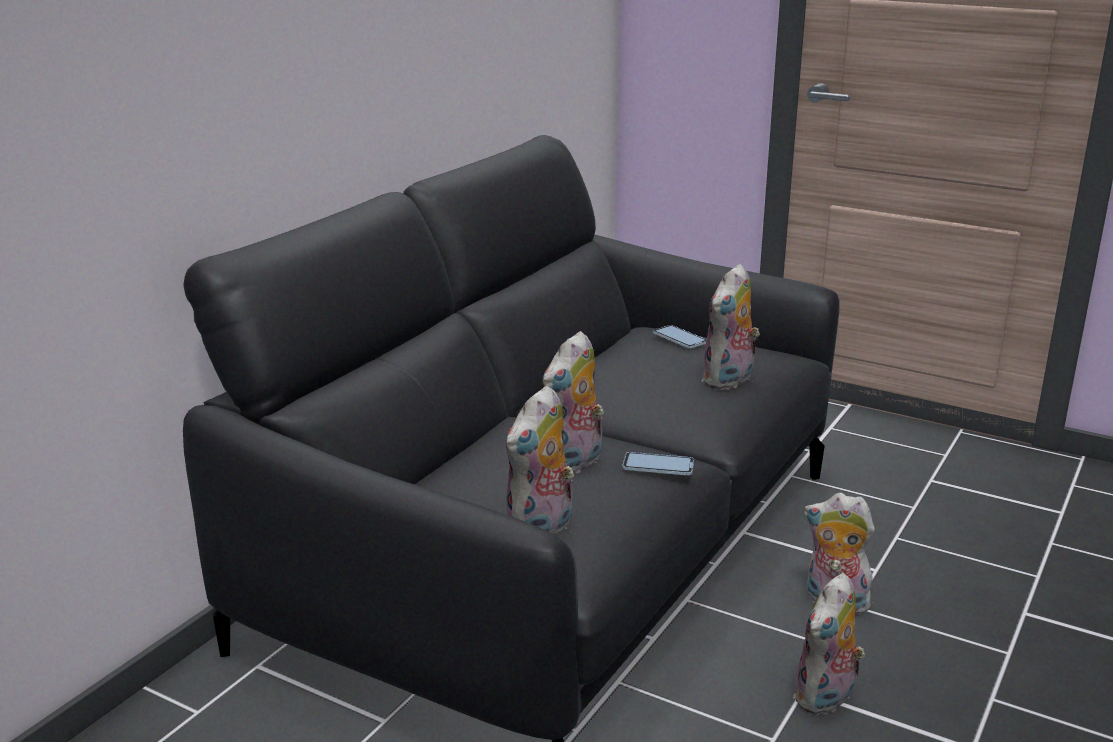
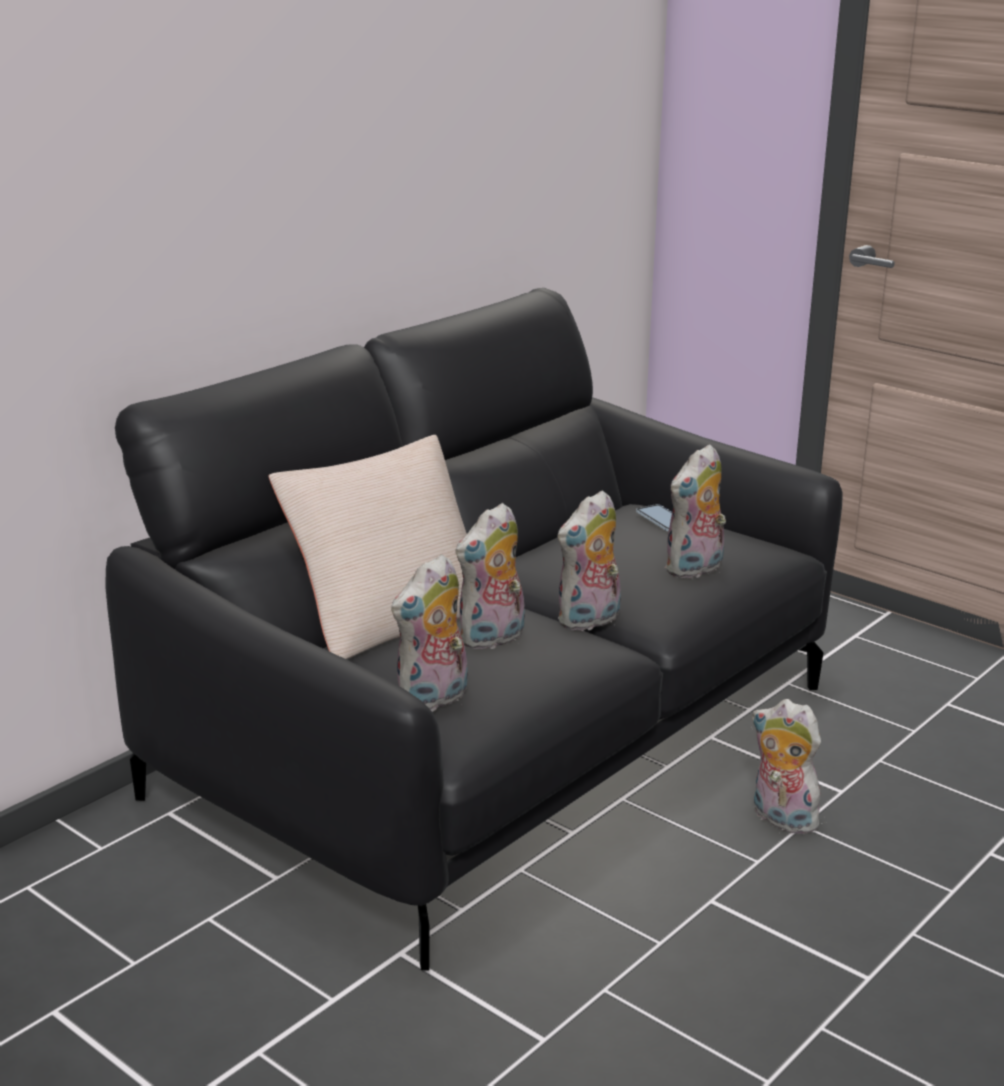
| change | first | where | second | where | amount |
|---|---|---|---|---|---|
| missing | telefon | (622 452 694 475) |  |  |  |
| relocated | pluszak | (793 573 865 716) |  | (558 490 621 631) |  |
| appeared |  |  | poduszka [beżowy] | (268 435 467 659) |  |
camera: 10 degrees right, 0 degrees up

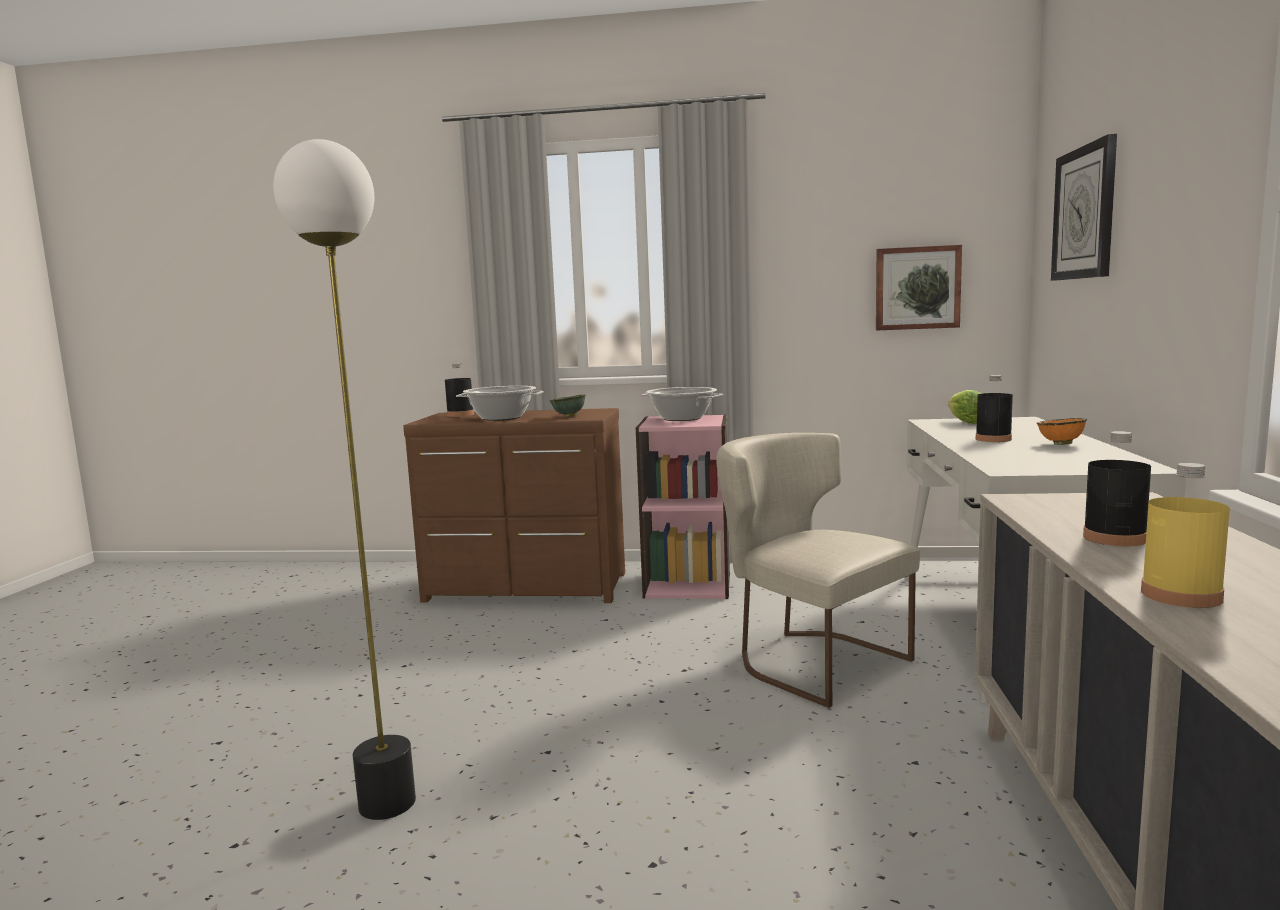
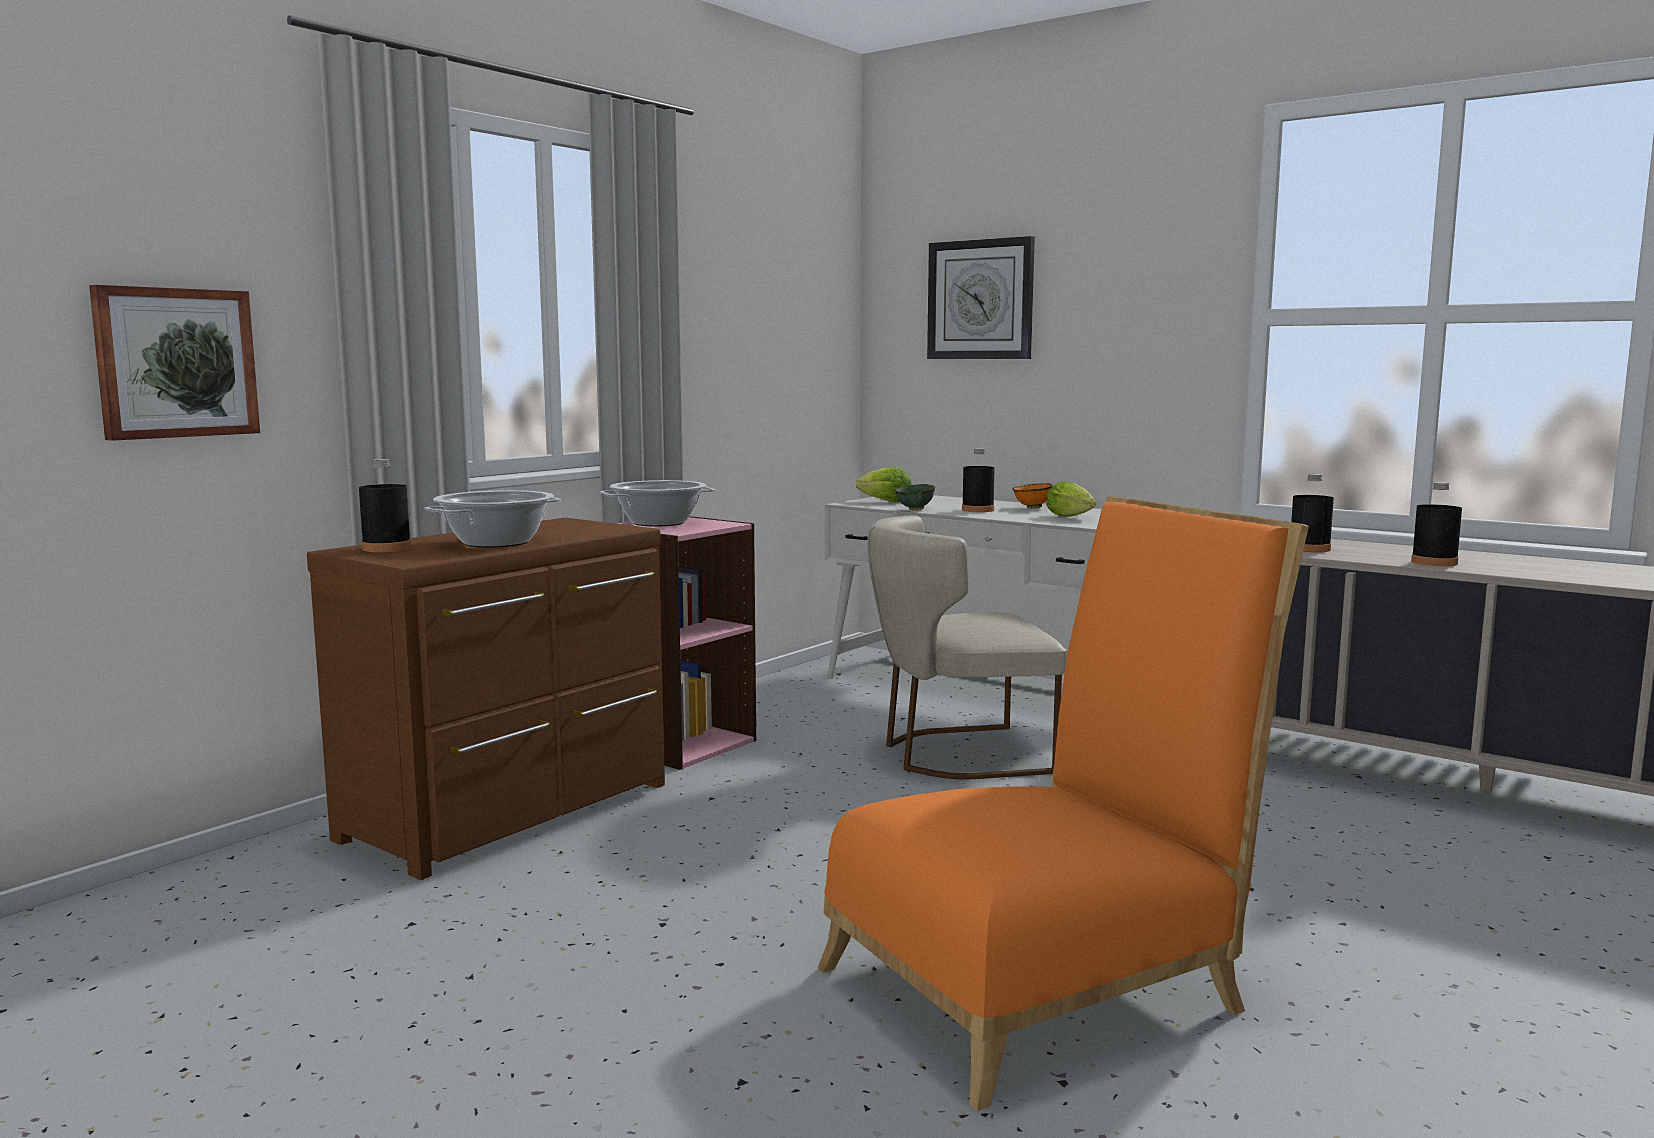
| change | first | where | second | where | amount |
|---|---|---|---|---|---|
| exchanged | lampa stojąca | (273 139 416 820) | krzesło [pomarańczowy] | (818 496 1309 1111) |  |
| relocated | obraz | (876 245 962 330) |  | (89 285 260 441) |  |
| relocated | miska [zielony] | (549 395 585 417) |  | (894 484 935 511) |  |
| colour | butelka [żółty] | (1141 463 1230 608) | butelka [czarny] | (1411 482 1462 566) |  |
| appeared |  |  | sałata | (1046 481 1096 517) |  |
camera: 60 degrees left, 0 degrees up

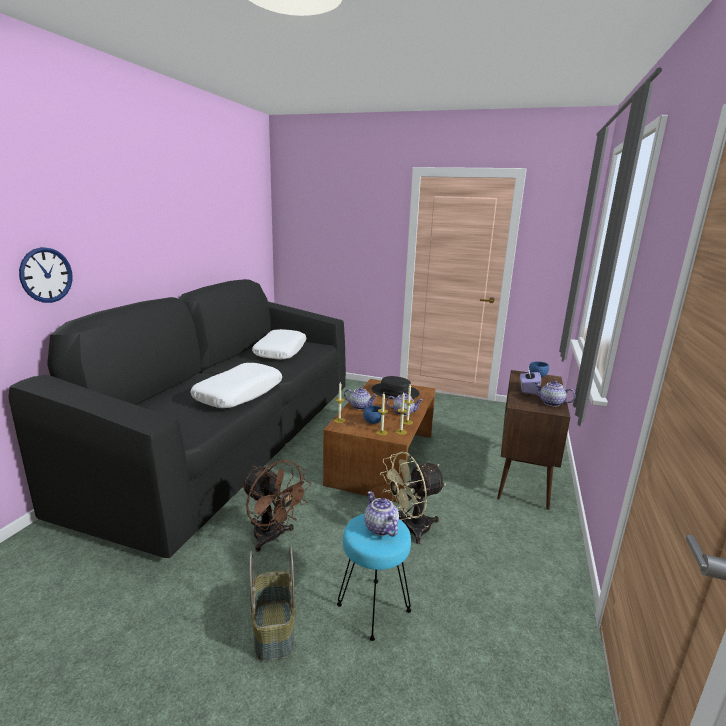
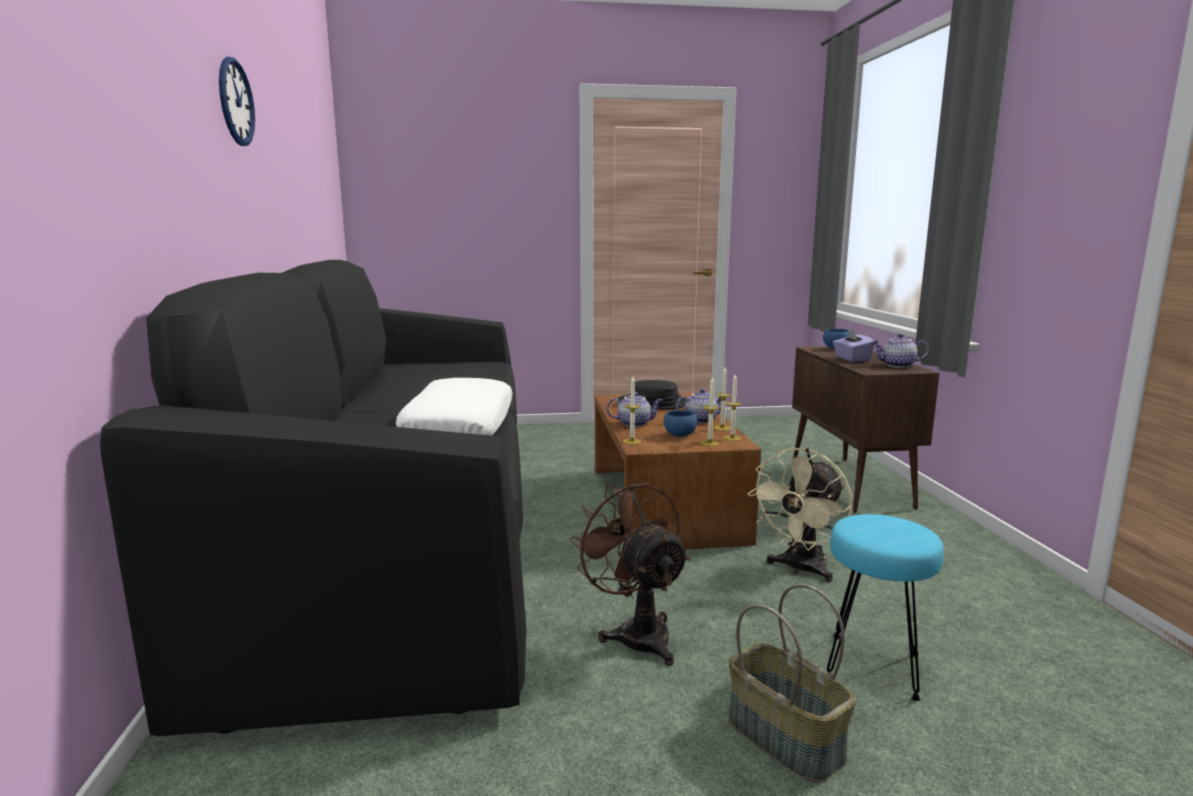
| change | first | where | second | where | amount |
|---|---|---|---|---|---|
| relocated | zegar ścienny | (19 247 73 303) |  | (219 57 255 146) |  |
| missing | poduszka [biały] | (252 329 306 360) |  |  |  |
| spun | wentylator [brązowy] | (241 460 311 552) |  | (569 479 690 666) | 135 degrees counterclockwise |
| missing | imbryk | (364 491 399 537) |  |  |  |
camera: 25 degrees left, 5 degrees down

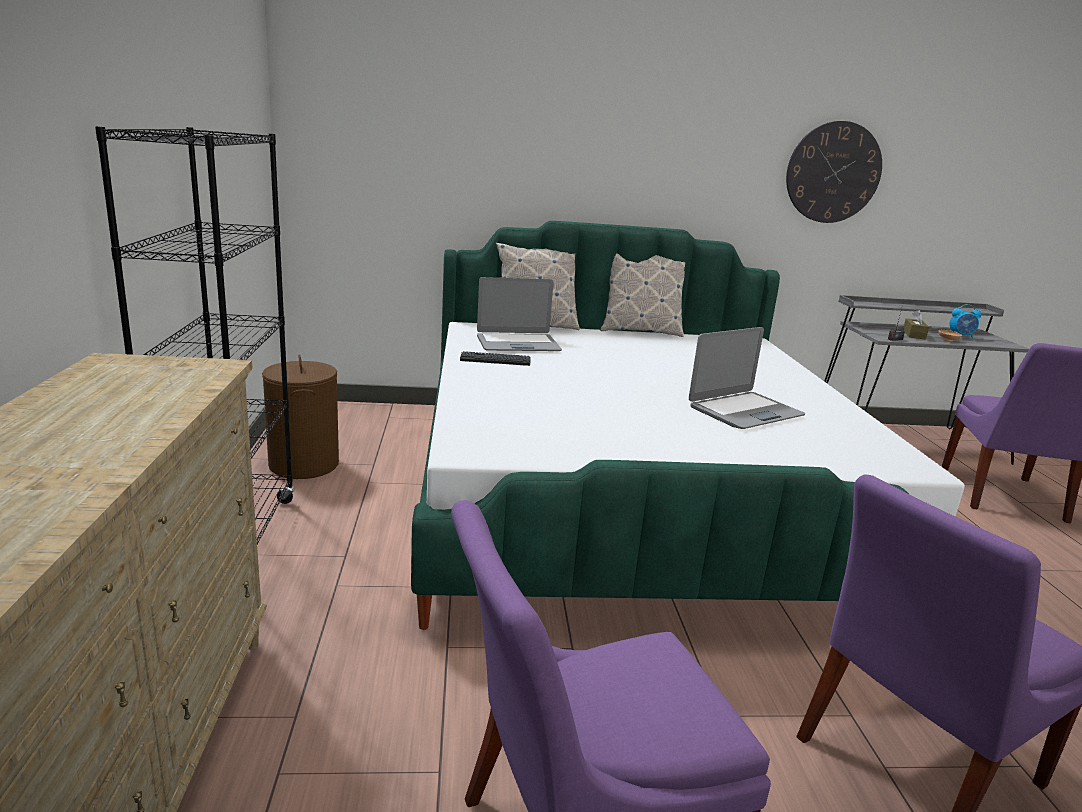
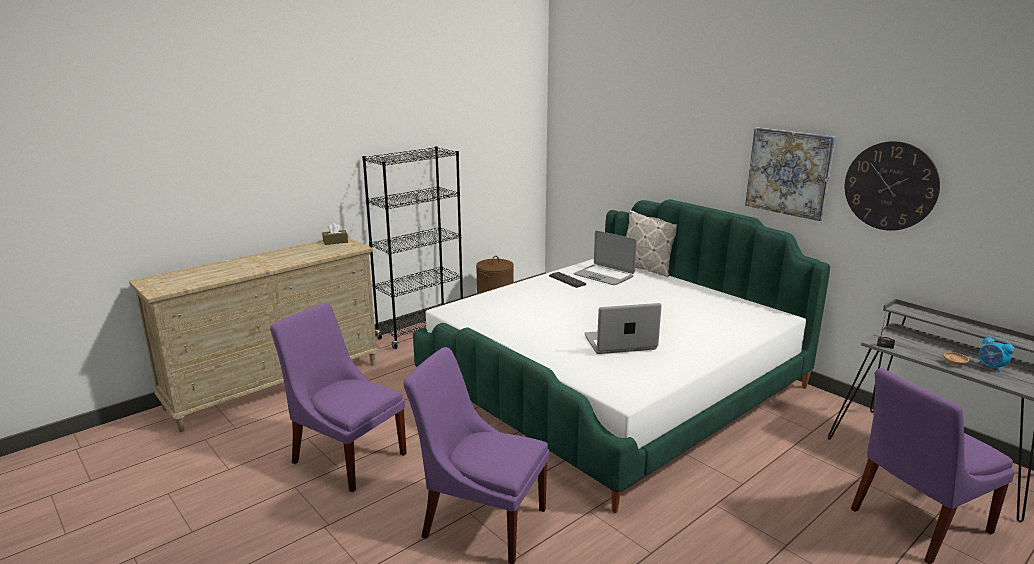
| change | first | where | second | where | amount |
|---|---|---|---|---|---|
| missing | poduszka | (600 253 685 337) |  |  |  |
| relocated | pudełko chusteczek [brązowy] | (903 310 929 340) |  | (322 223 348 245) |  |
| spun | laptop | (689 327 805 429) |  | (584 303 662 354) | 150 degrees clockwise |
| appeared |  |  | obraz | (745 127 836 221) |  |
camera: 55 degrees right, 0 degrees up

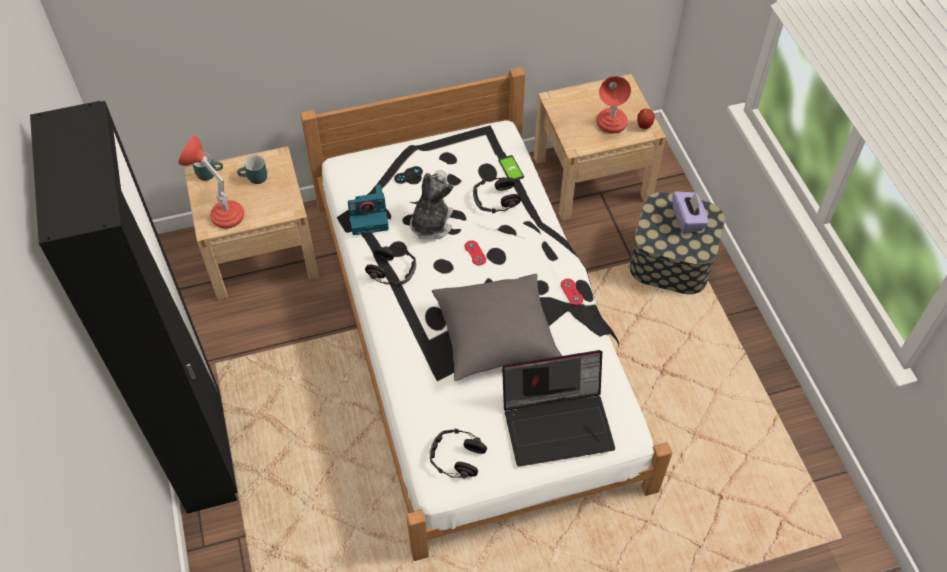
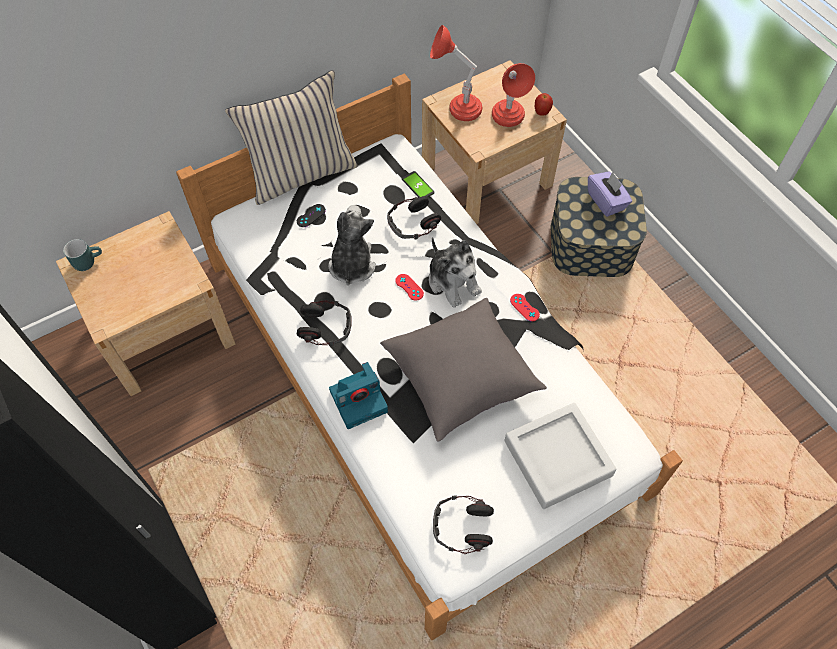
| change | first | where | second | where | amount |
|---|---|---|---|---|---|
| relocated | lampa stołowa [czerwony] | (178 135 244 229) |  | (430 25 482 121) |  |
| missing | kubek [turkusowy] | (237 156 267 184) |  |  |  |
| relocated | aparat fotograficzny | (348 184 389 235) |  | (329 362 388 429) |  |
| exchanged | laptop | (502 350 615 467) | taca [szary] | (504 403 616 509) |  |
| appeared |  |  | poduszka [beżowy] | (225 70 358 205) |  |
| appeared |  |  | pluszak | (429 237 482 308) |  |
camera: 15 degrees left, 5 degrees up

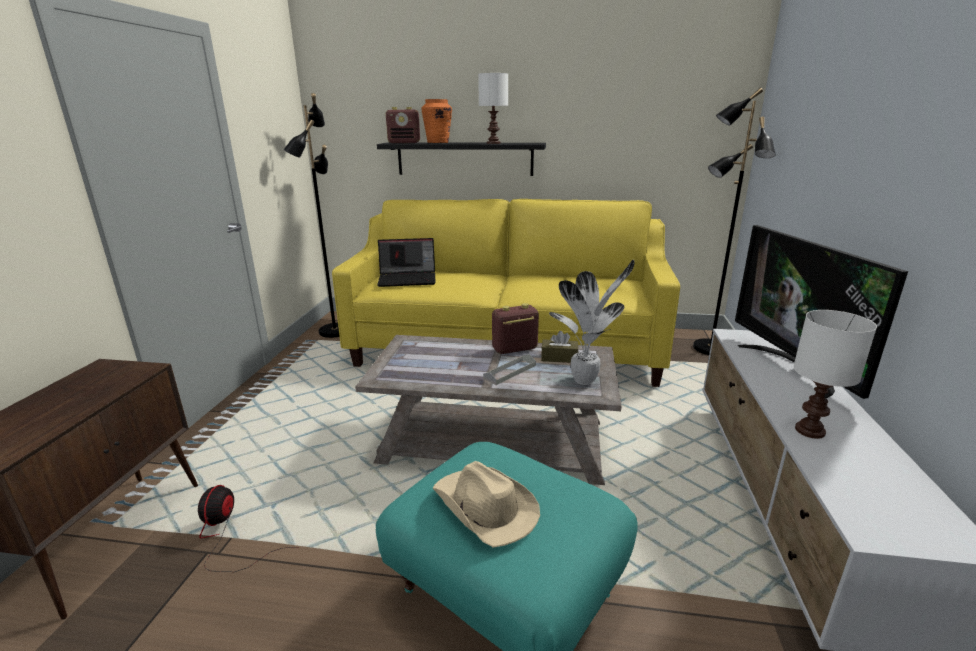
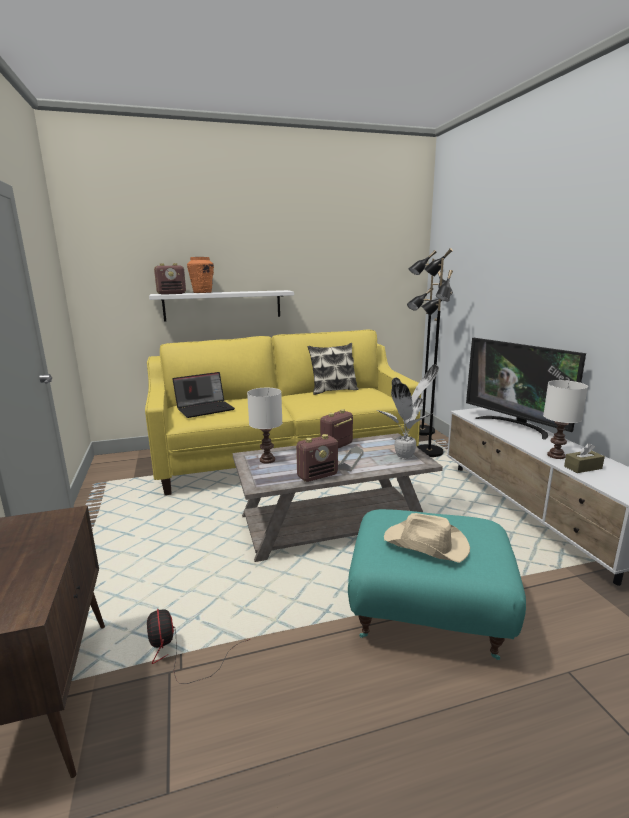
| change | first | where | second | where | amount |
|---|---|---|---|---|---|
| relocated | lampa stołowa [biały] | (478 73 508 144) |  | (247 388 282 464) |  |
| relocated | lampa stojąca [czarny] | (284 93 340 338) |  | (417 248 453 457) |  |
| colour | półka [czarny] | (377 143 546 176) | półka [biały] | (149 290 294 322) |  |
| relocated | pudełko chusteczek [brązowy] | (541 331 578 363) |  | (564 443 605 473) |  |
| appeared |  |  | poduszka | (308 343 359 395) |  |
| appeared |  |  | radio | (296 434 338 482) |  |
camera: 25 degrees left, 5 degrees down

